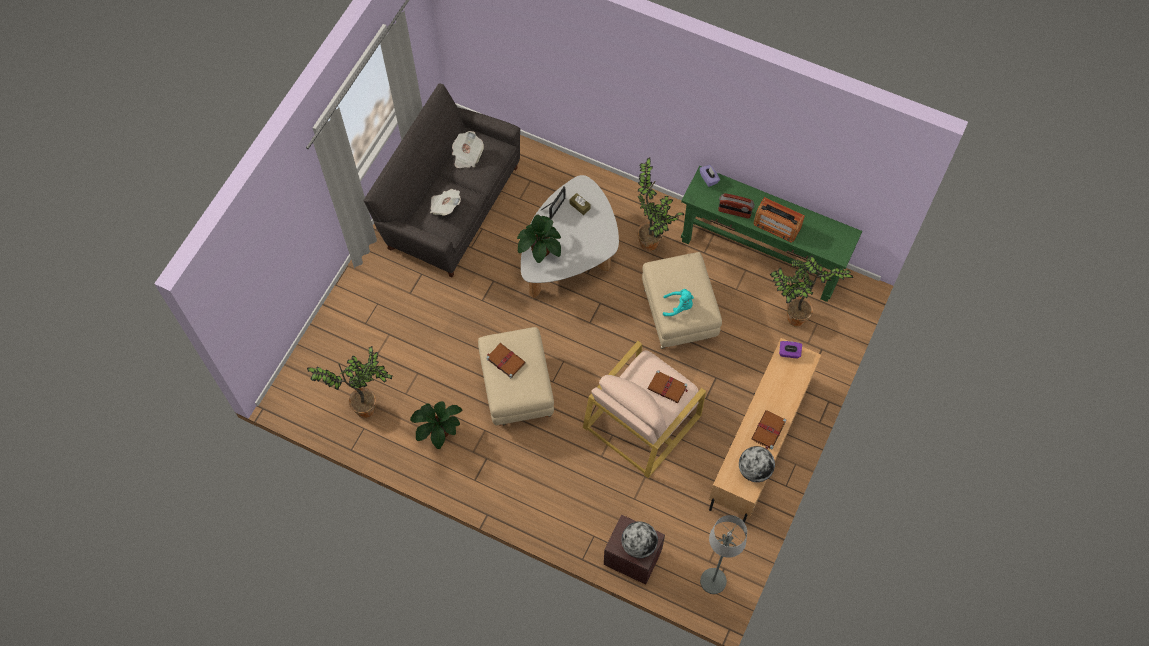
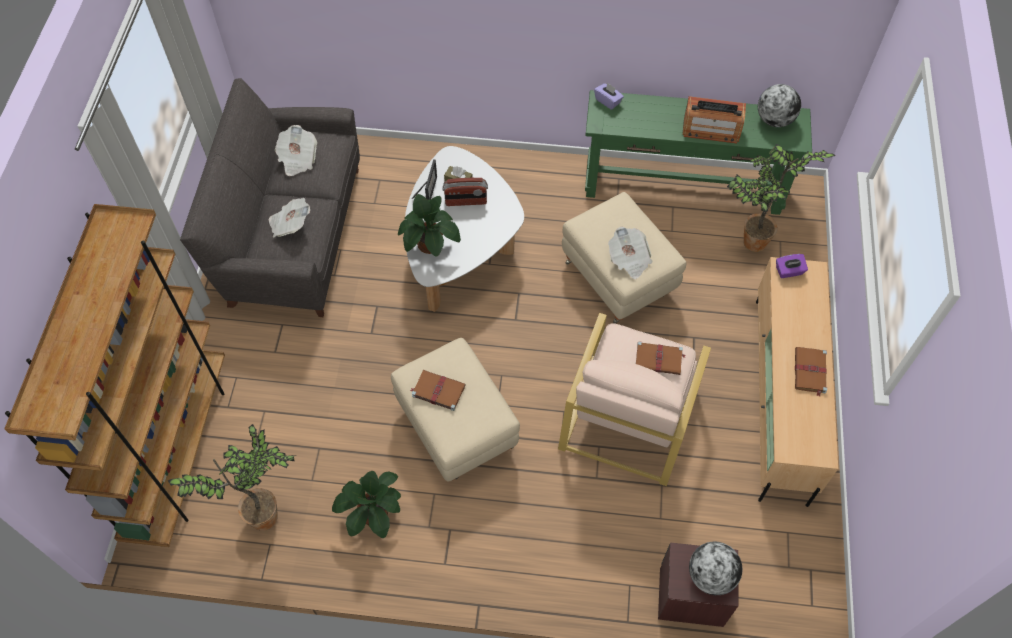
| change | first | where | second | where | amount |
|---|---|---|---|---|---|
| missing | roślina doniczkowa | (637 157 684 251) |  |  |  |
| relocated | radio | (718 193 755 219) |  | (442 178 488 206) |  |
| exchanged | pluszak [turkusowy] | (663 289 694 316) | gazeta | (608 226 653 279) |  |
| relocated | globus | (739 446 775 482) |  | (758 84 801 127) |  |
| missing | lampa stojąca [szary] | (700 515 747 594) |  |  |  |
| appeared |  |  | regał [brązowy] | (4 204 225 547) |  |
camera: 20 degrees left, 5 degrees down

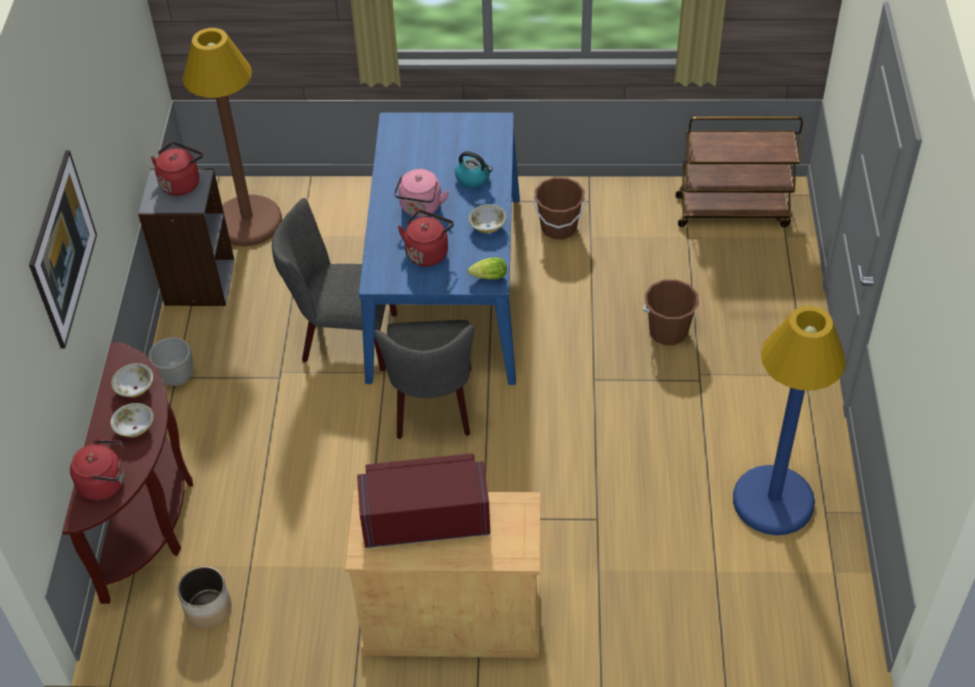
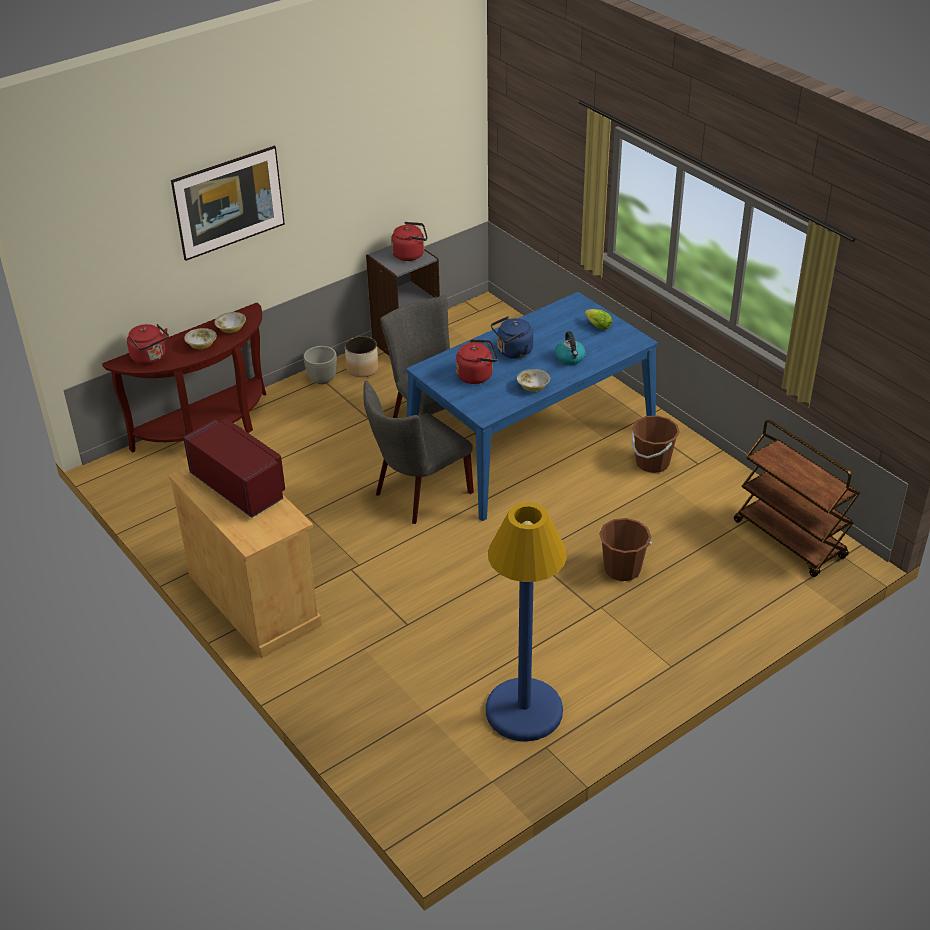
| change | first | where | second | where | amount |
|---|---|---|---|---|---|
| missing | lampa stojąca [brązowy] | (183 28 282 246) |  |  |  |
| colour | czajnik [różowy] | (394 169 449 217) | czajnik [niebieski] | (491 316 533 359) |  |
| relocated | sałata | (468 257 507 279) |  | (585 309 612 330) |  |
| relocated | donica | (177 566 231 628) |  | (345 336 379 377) |  |
camera: 50 degrees right, 10 degrees down

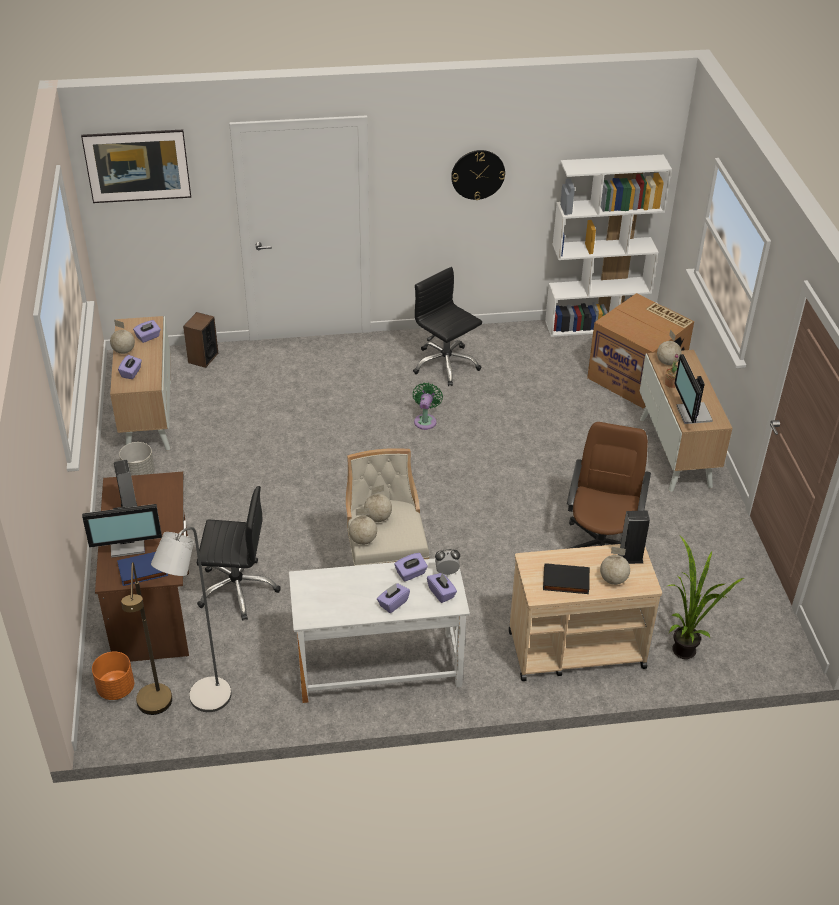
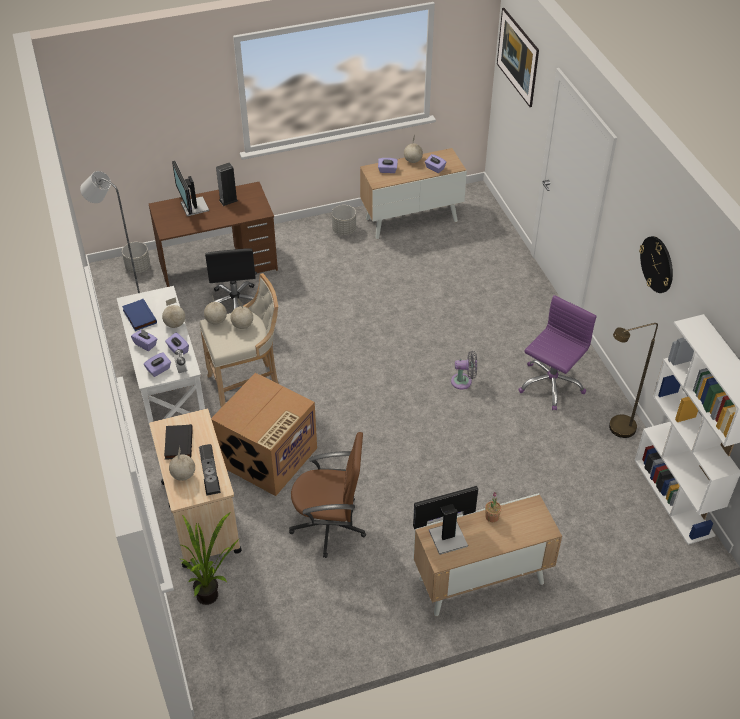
| change | first | where | second | where | amount |
|---|---|---|---|---|---|
| colour | krzesło biurowe [czarny] | (413 267 482 386) | krzesło biurowe [fioletowy] | (518 295 597 410) |  |
| relocated | karton | (587 293 694 409) |  | (211 373 317 496) |  |
| missing | głośnik | (183 312 218 368) |  |  |  |
| relocated | globus | (657 329 682 365) |  | (162 297 185 328) |  |
| colour | wentylator [zielony] | (413 383 443 430) | wentylator [szary] | (451 351 477 389) |  |
| relocated | książka [niebieski] | (117 552 168 586) |  | (122 299 157 331) |  |
| relocated | lampa stojąca [brązowy] | (121 562 172 715) |  | (609 323 658 438) |  |
| colour | donica [pomarańczowy] | (92 651 134 700) | donica [szary] | (122 242 150 274) |  |
camera: 80 degrees right, 5 degrees up

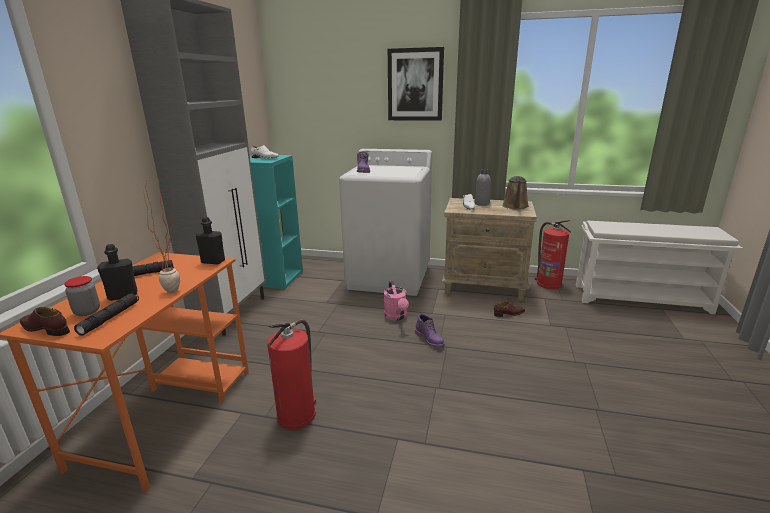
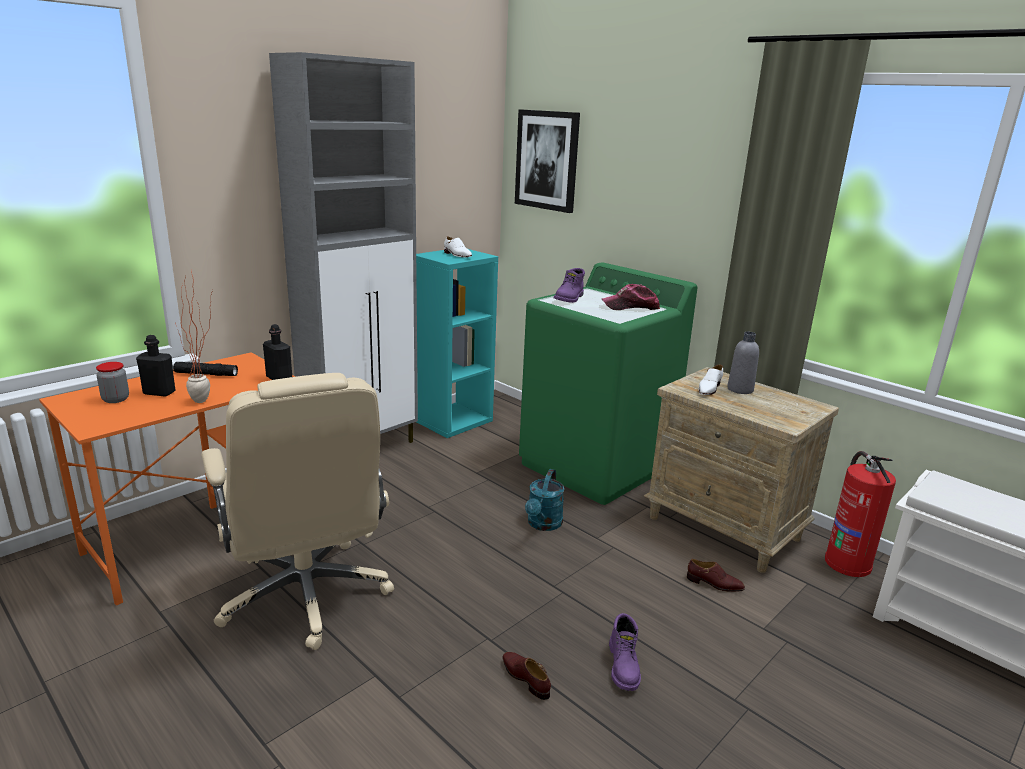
| change | first | where | second | where | amount |
|---|---|---|---|---|---|
| relocated | obraz | (388 47 444 121) |  | (515 109 580 213) |  |
| colour | pralka [biały] | (339 149 432 296) | pralka [zielony] | (519 262 697 505) |  |
| missing | konewka [brązowy] | (502 176 529 210) |  |  |  |
| colour | konewka [różowy] | (384 281 409 321) | konewka [turkusowy] | (525 469 564 531) |  |
| missing | latarka [czarny] | (74 293 139 336) |  |  |  |
| relocated | but [brązowy] | (20 307 70 336) |  | (502 652 551 700) |  |
| relocated | but z cholewką [fioletowy] | (415 314 445 347) |  | (609 613 641 691) |  |
| exchanged | gaśnica | (267 319 316 430) | krzesło biurowe [beżowy] | (201 373 394 650) |  |
| appeared |  |  | czapka z daszkiem | (602 284 660 310) |  |
camera: 30 degrees right, 0 degrees up

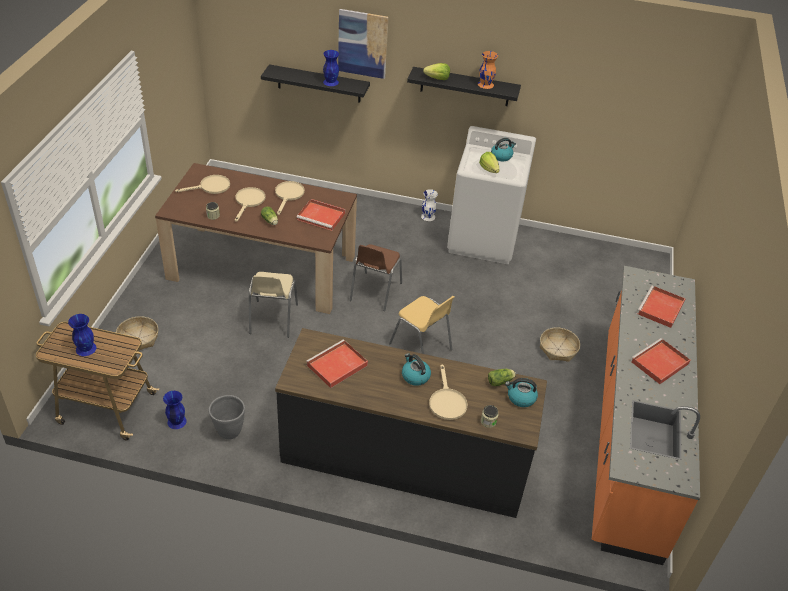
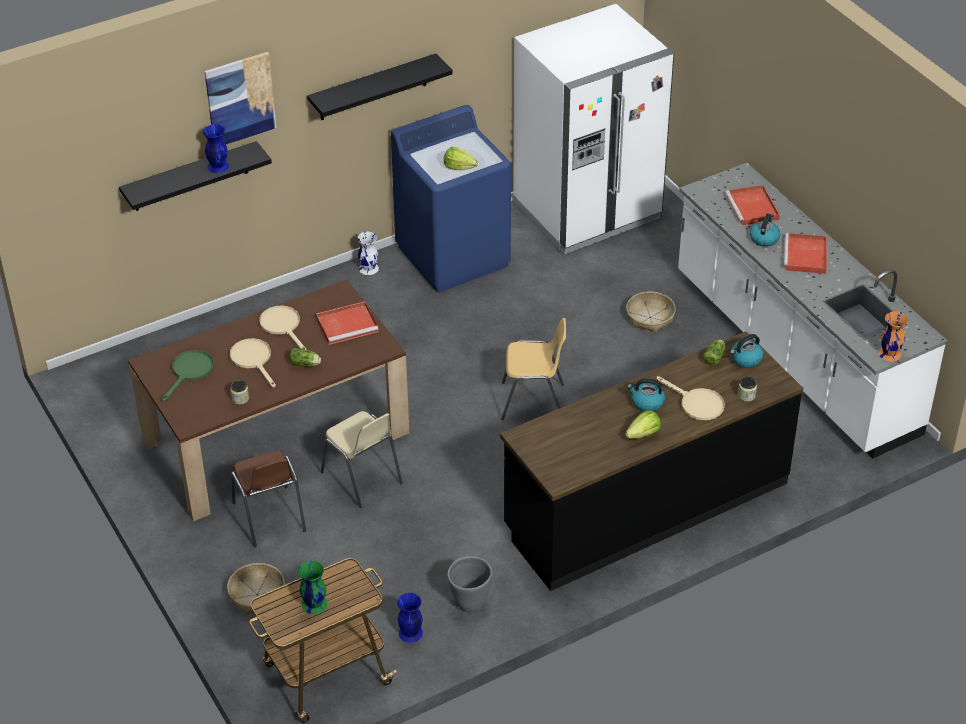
| change | first | where | second | where | amount |
|---|---|---|---|---|---|
| relocated | wazon [pomarańczowy] | (478 51 498 89) |  | (878 311 908 361) |  |
| relocated | sałata | (423 63 450 80) |  | (625 410 661 439) |  |
| colour | pralka [biały] | (447 126 536 264) | pralka [niebieski] | (391 105 511 293) |  |
| relocated | czajnik | (491 138 516 161) |  | (750 213 780 247) |  |
| colour | patelnia [beżowy] | (175 175 230 194) | patelnia [zielony] | (162 350 214 402) |  |
| relocated | krzesło [brązowy] | (350 244 402 311) |  | (231 451 306 547) |  |
| colour | zabudowa kuchenna [pomarańczowy] | (592 266 700 565) | zabudowa kuchenna [biały] | (678 163 947 458) |  |
| colour | wazon [niebieski] | (68 314 96 356) | wazon [zielony] | (298 561 327 614) |  |
| missing | taca [czerwony] | (306 340 368 388) |  |  |  |
| appeared |  |  | lodówka [biały] | (513 4 674 254) |  |
camera: 40 degrees left, 0 degrees up

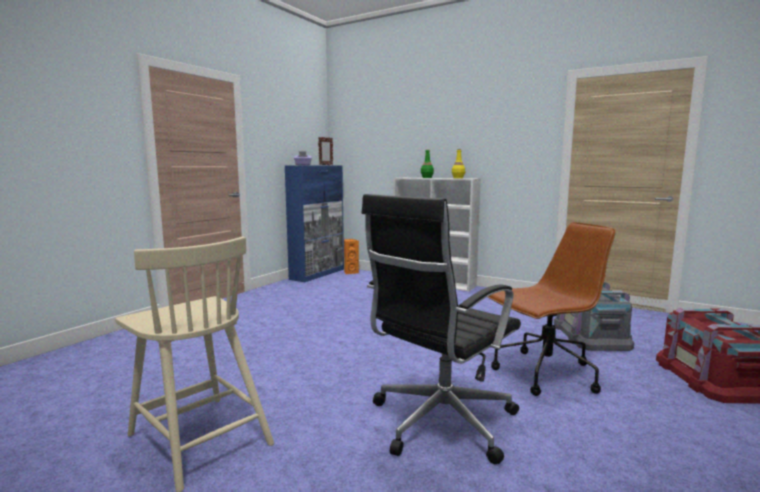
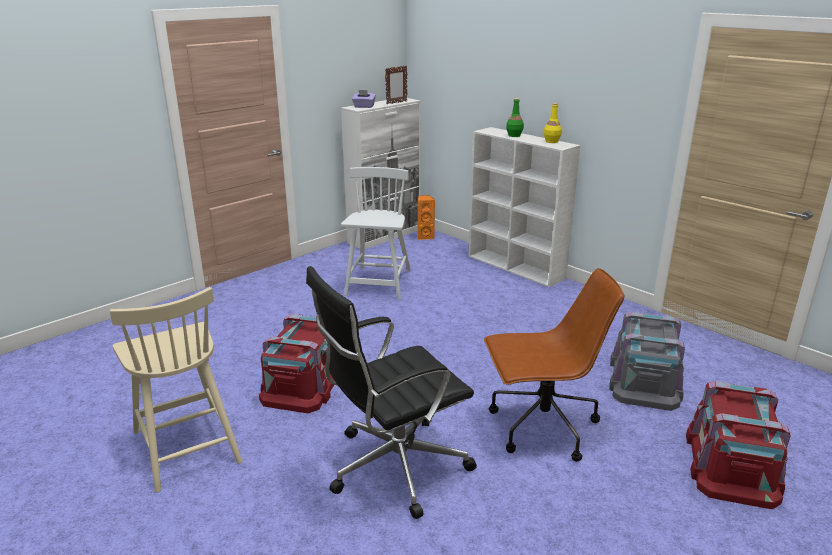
| change | first | where | second | where | amount |
|---|---|---|---|---|---|
| colour | szafka [niebieski] | (285 165 344 282) | szafka [biały] | (341 98 421 249) |  |
| appeared |  |  | krzesło [biały] | (341 167 411 300) |  |
| appeared |  |  | pojemnik do przechowywania [czerwony] | (259 314 335 413) |  |
camera: 15 degrees right, 15 degrees up

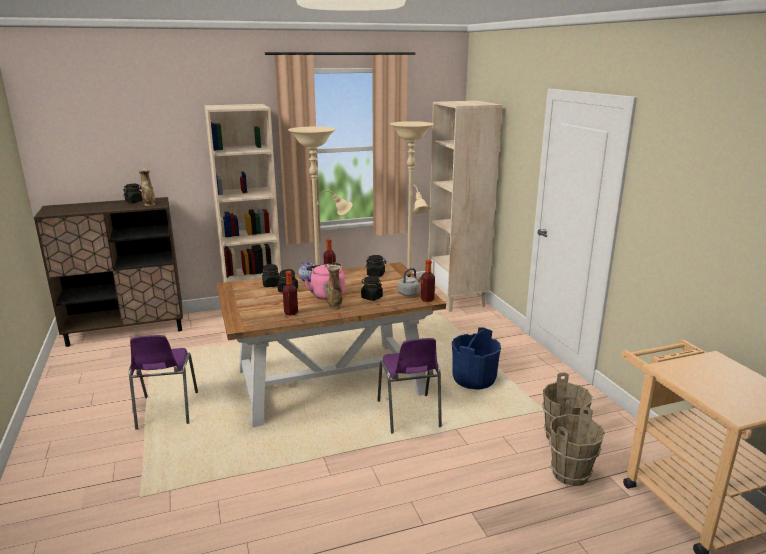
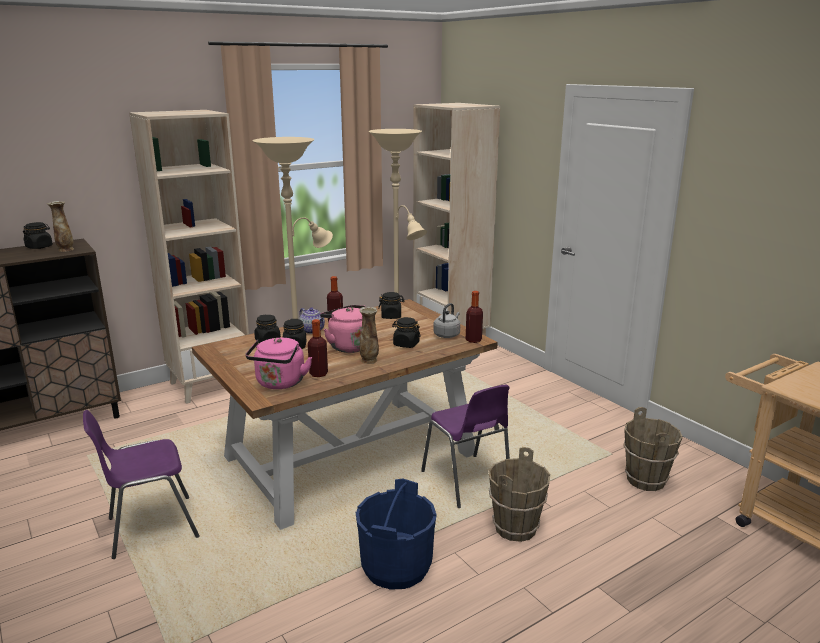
| change | first | where | second | where | amount |
|---|---|---|---|---|---|
| relocated | wiadro [niebieski] | (452 327 501 390) |  | (356 479 436 590) |  |
| spun | krzesło [fioletowy] | (129 335 198 429) |  | (83 410 200 559) | 90 degrees clockwise |
| relocated | wiadro [brązowy] | (549 406 605 486) |  | (488 447 550 542) |  |
| appeared |  |  | czajnik [różowy] | (246 338 312 389) |  |
camera: 15 degrees left, 0 degrees up

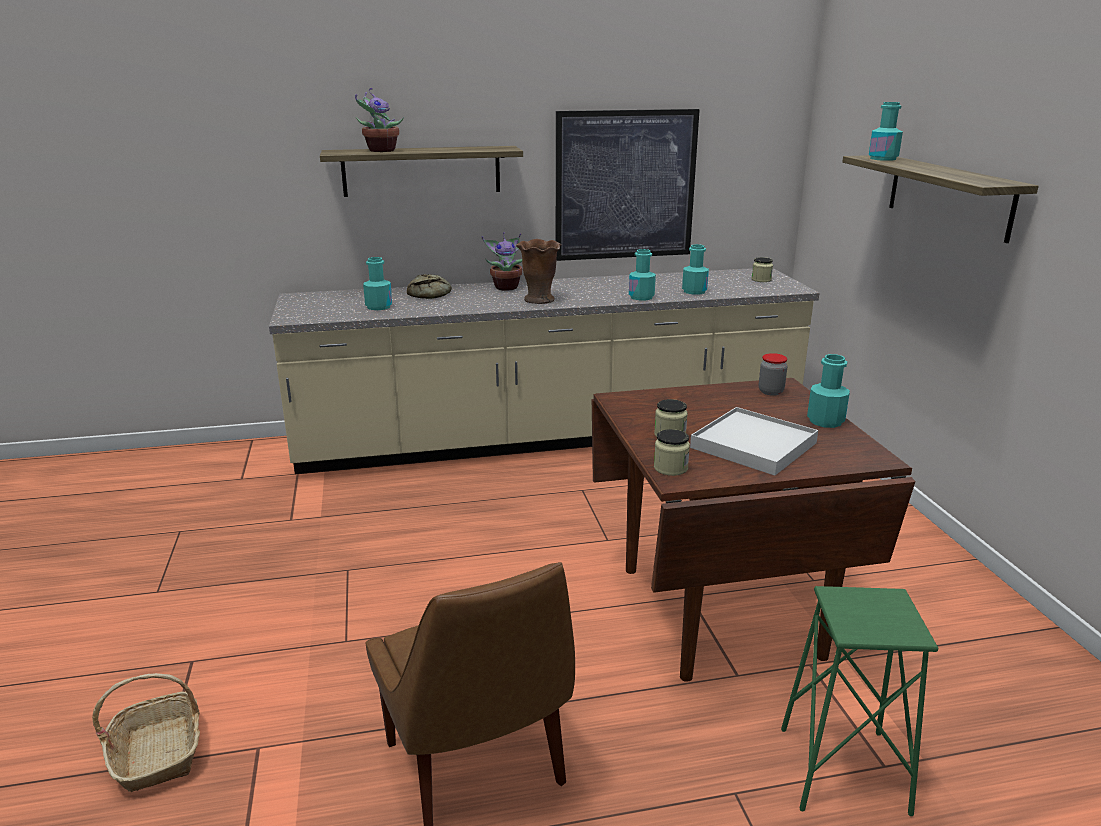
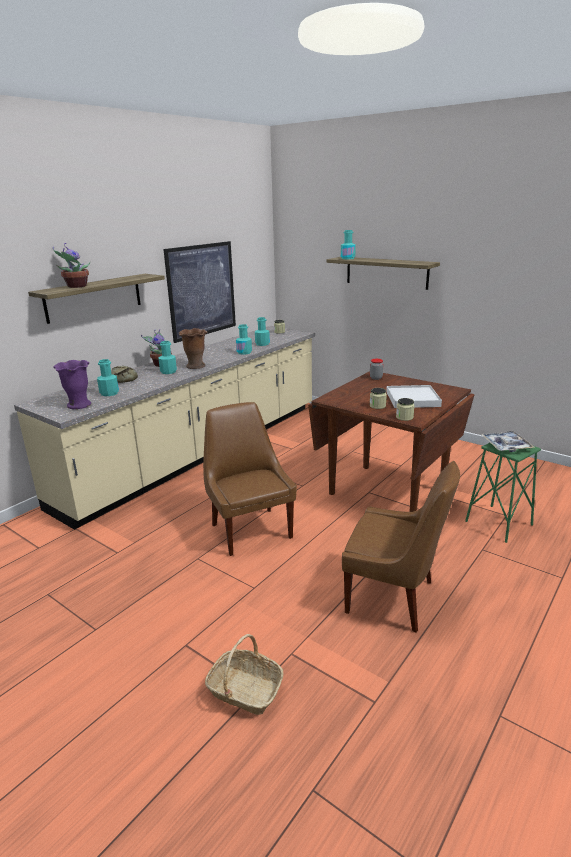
| change | first | where | second | where | amount |
|---|---|---|---|---|---|
| relocated | butelka [turkusowy] | (807 354 850 428) |  | (158 341 177 374) |  |
| appeared |  |  | wazon [fioletowy] | (53 360 91 409) |  |
| appeared |  |  | krzesło [brązowy] | (203 402 297 556) |  |
| appeared |  |  | taca | (481 431 534 452) |  |
camera: 40 degrees left, 0 degrees up

